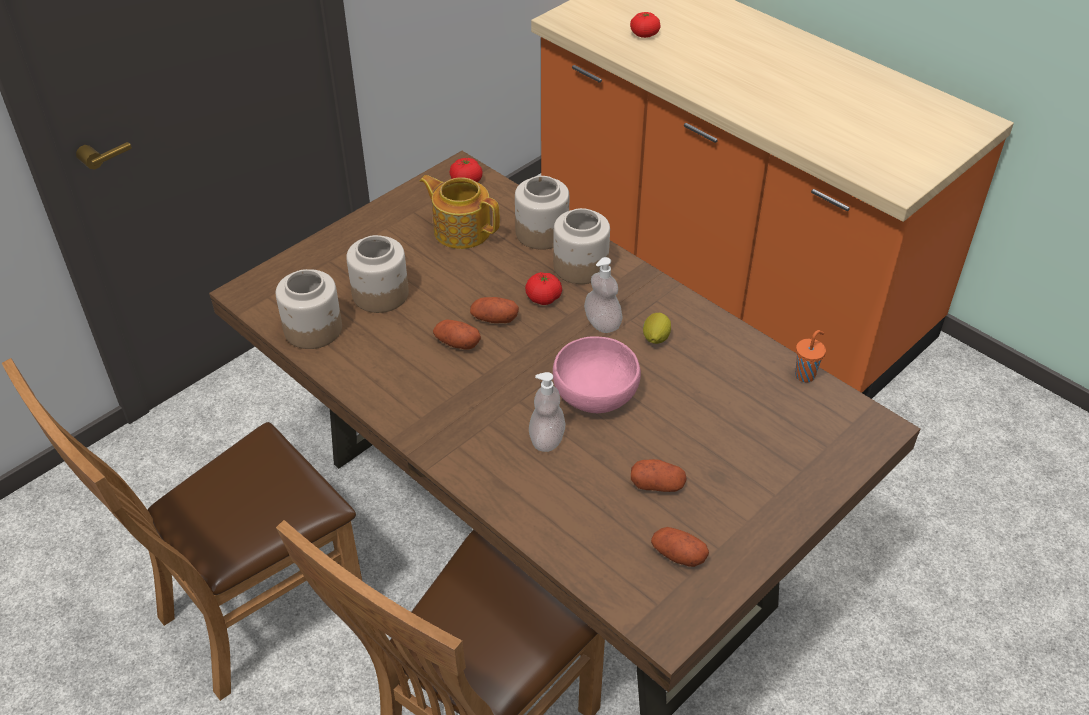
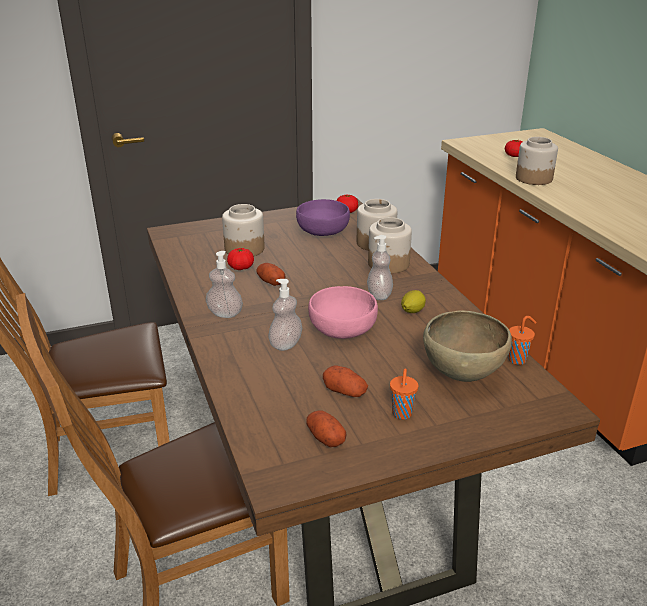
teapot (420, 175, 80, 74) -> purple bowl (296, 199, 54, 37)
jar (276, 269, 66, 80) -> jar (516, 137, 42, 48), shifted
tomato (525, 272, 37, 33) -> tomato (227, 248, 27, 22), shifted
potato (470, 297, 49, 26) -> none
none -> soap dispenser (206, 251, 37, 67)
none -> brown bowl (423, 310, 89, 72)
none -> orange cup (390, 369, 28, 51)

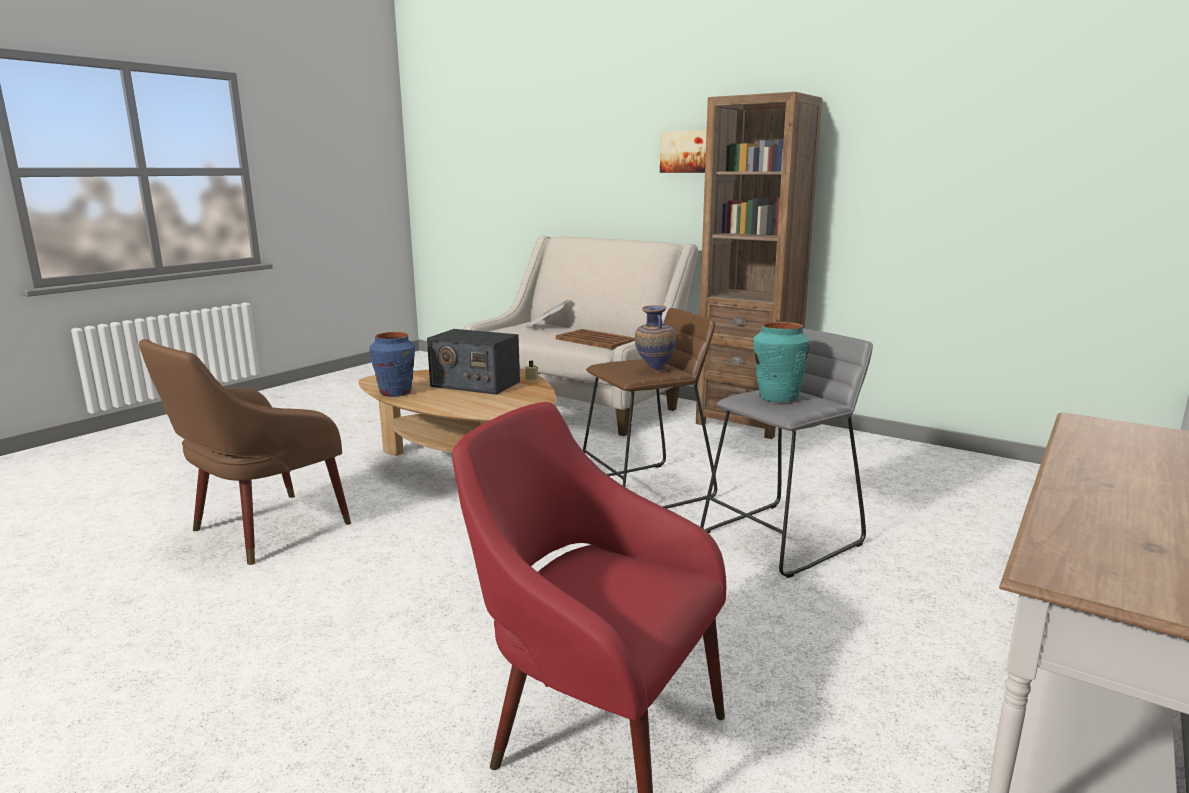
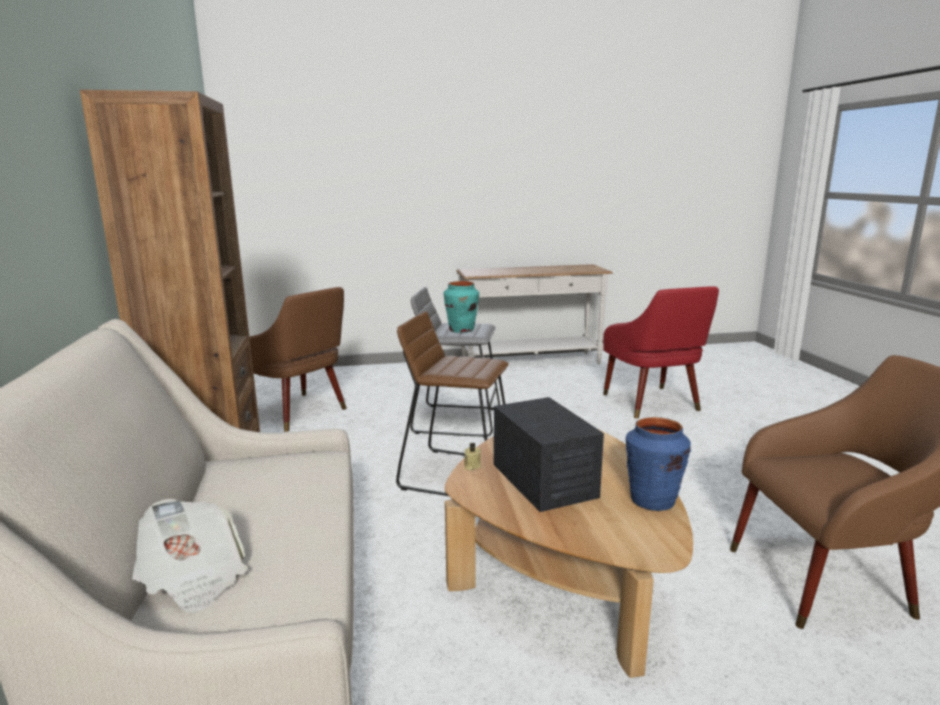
picture (660, 130, 47, 43) -> none
vase (635, 305, 42, 66) -> none
brown tray (556, 329, 79, 20) -> none
none -> brown armchair (249, 287, 98, 145)

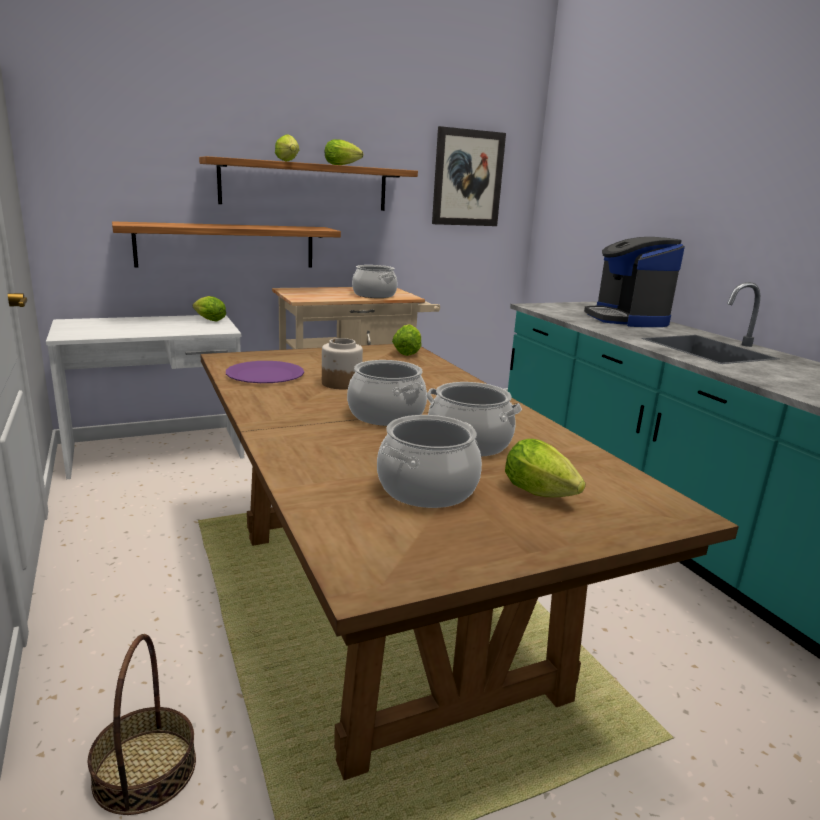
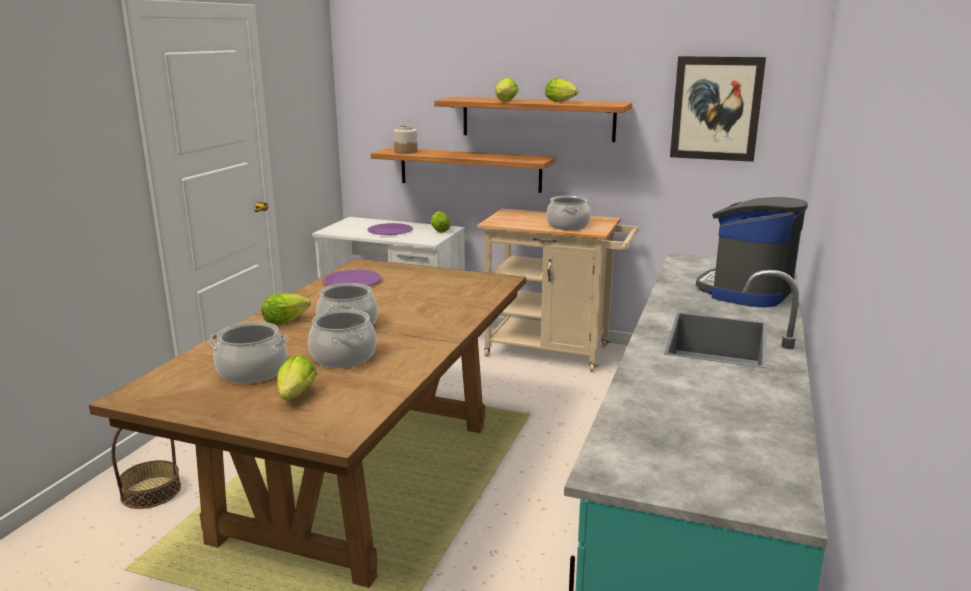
lettuce (392, 324, 29, 32) -> lettuce (261, 293, 50, 32), shifted
jar (322, 338, 41, 51) -> jar (394, 125, 24, 29), shifted
none -> purple plate (368, 223, 44, 12)

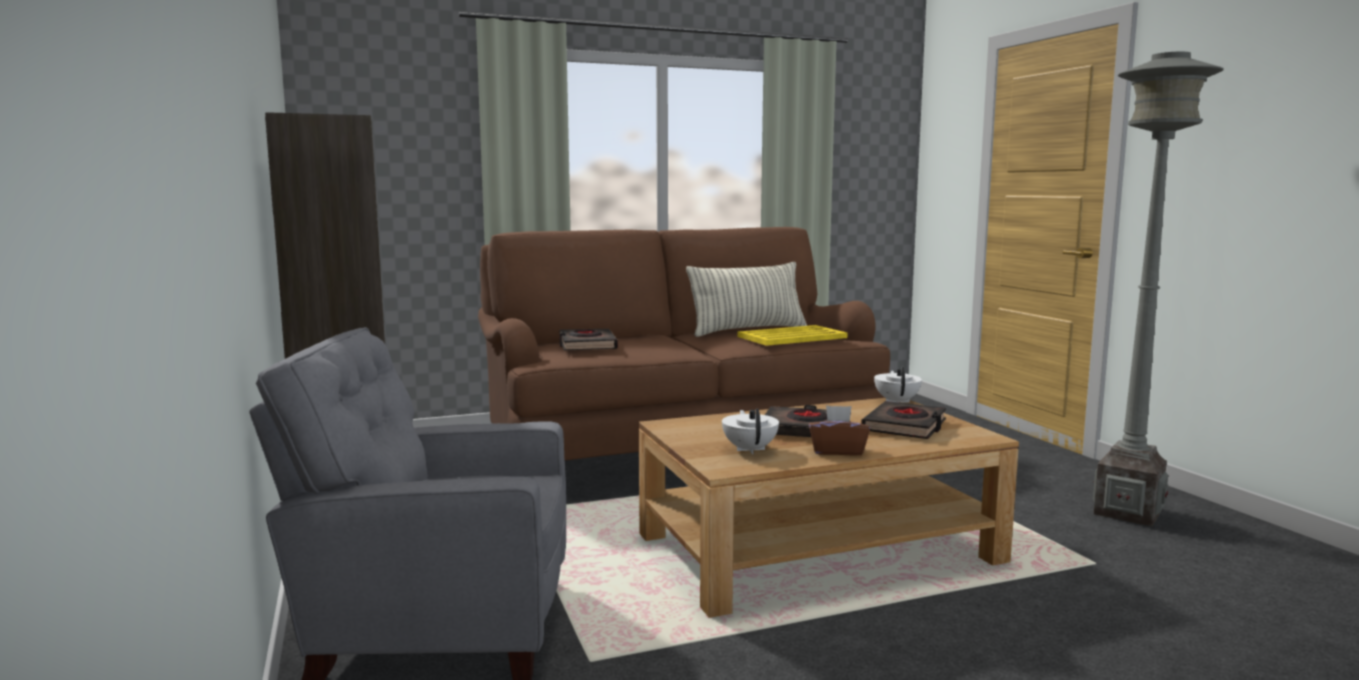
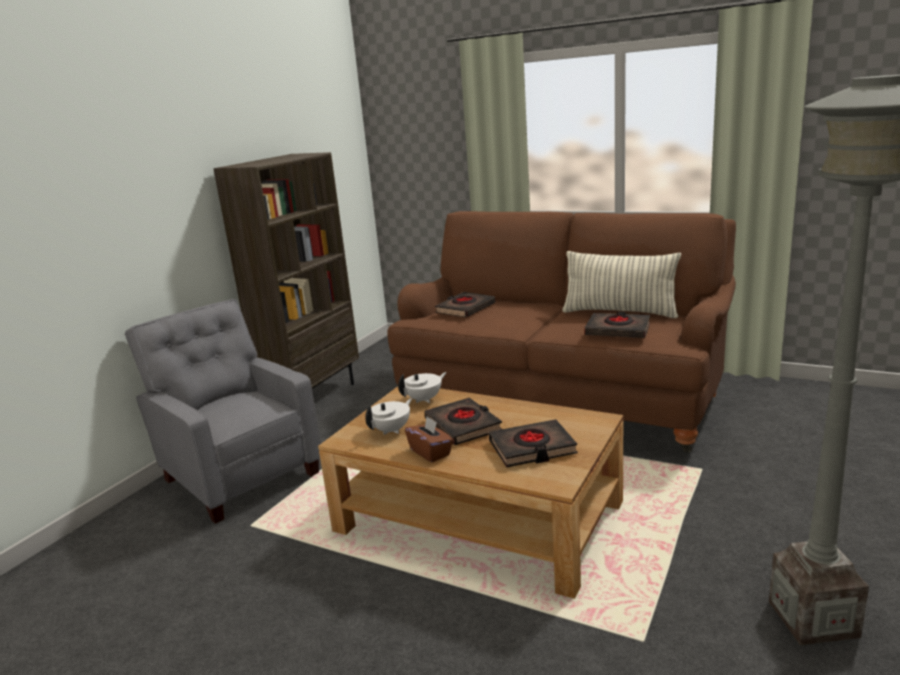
yellow tray (737, 325, 110, 21) -> black book (585, 312, 65, 26)
white teapot (874, 367, 48, 36) -> white teapot (398, 372, 49, 31), shifted

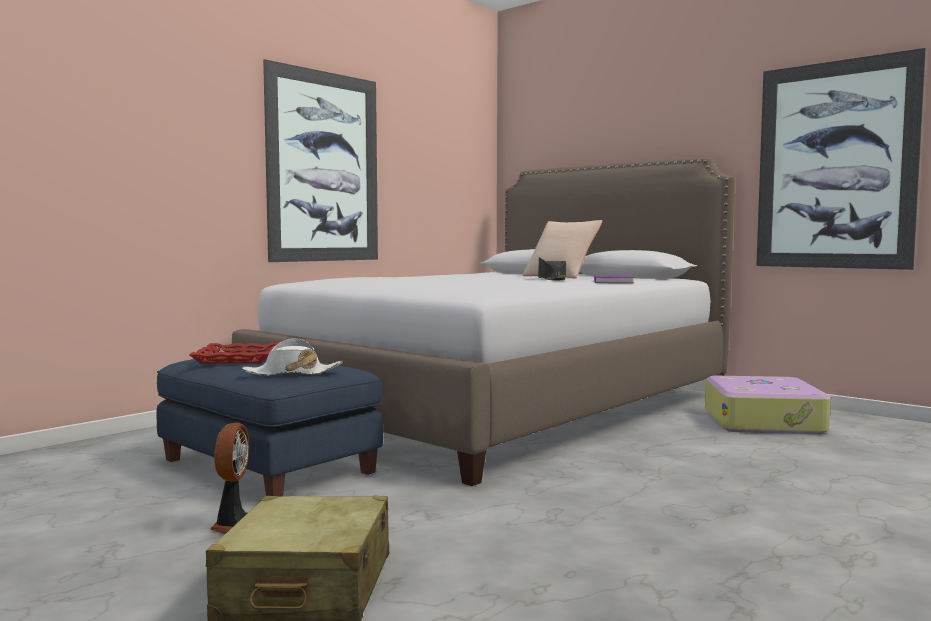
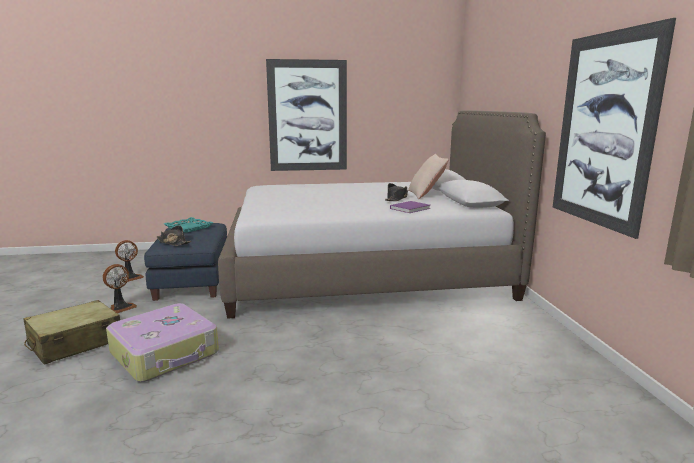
white hat (241, 338, 102, 38) -> black hat (157, 225, 34, 21)
red tray (189, 343, 89, 21) -> turquoise tray (164, 217, 49, 16)
suitcase (705, 376, 127, 58) -> suitcase (106, 303, 113, 79), shifted
none -> fan (115, 240, 29, 42)

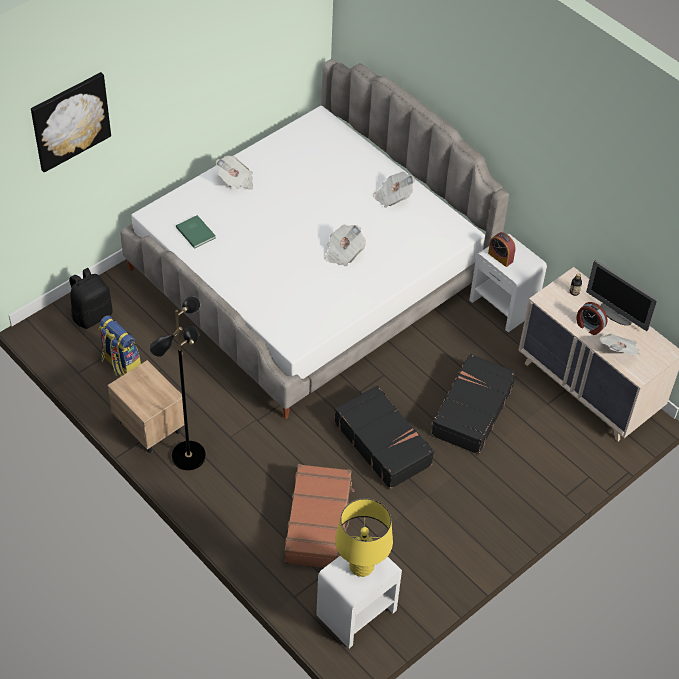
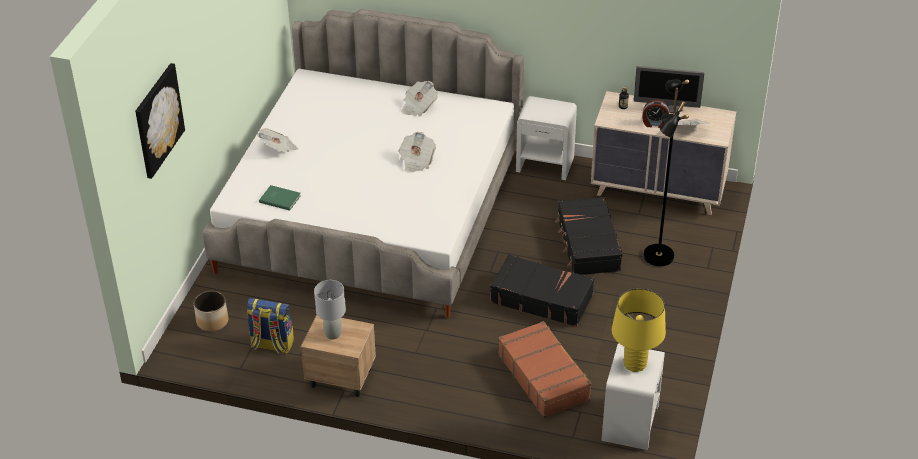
alarm clock (488, 232, 28, 35) -> none
black backpack (69, 268, 44, 61) -> planter (194, 291, 35, 41)
black floor lamp (150, 296, 56, 174) -> black floor lamp (643, 79, 46, 187), shifted
none -> grey table lamp (314, 280, 32, 60)

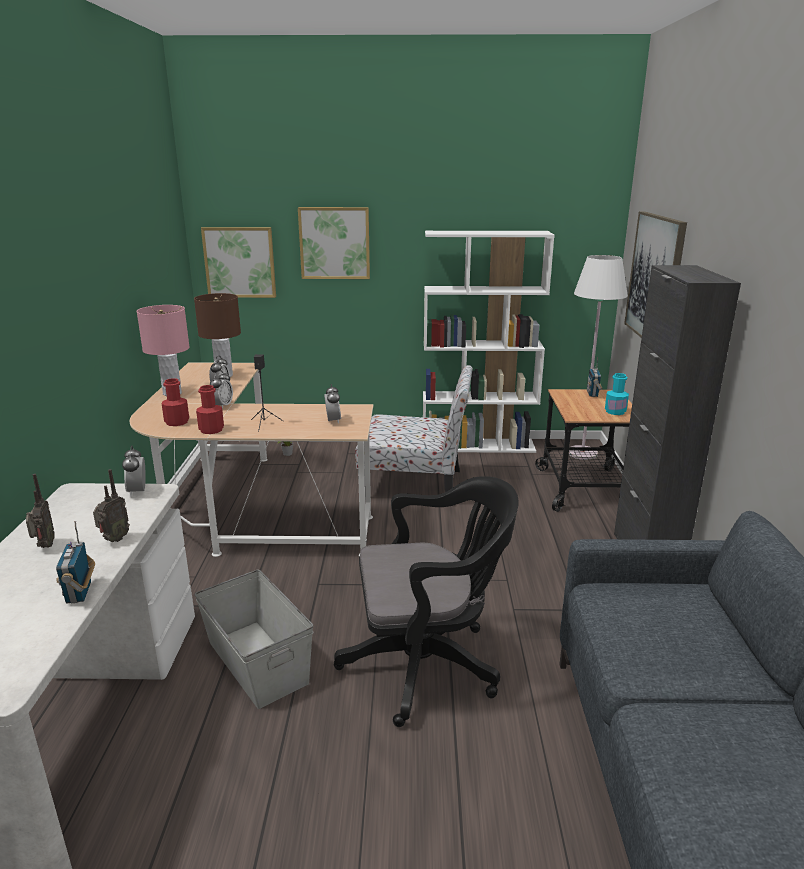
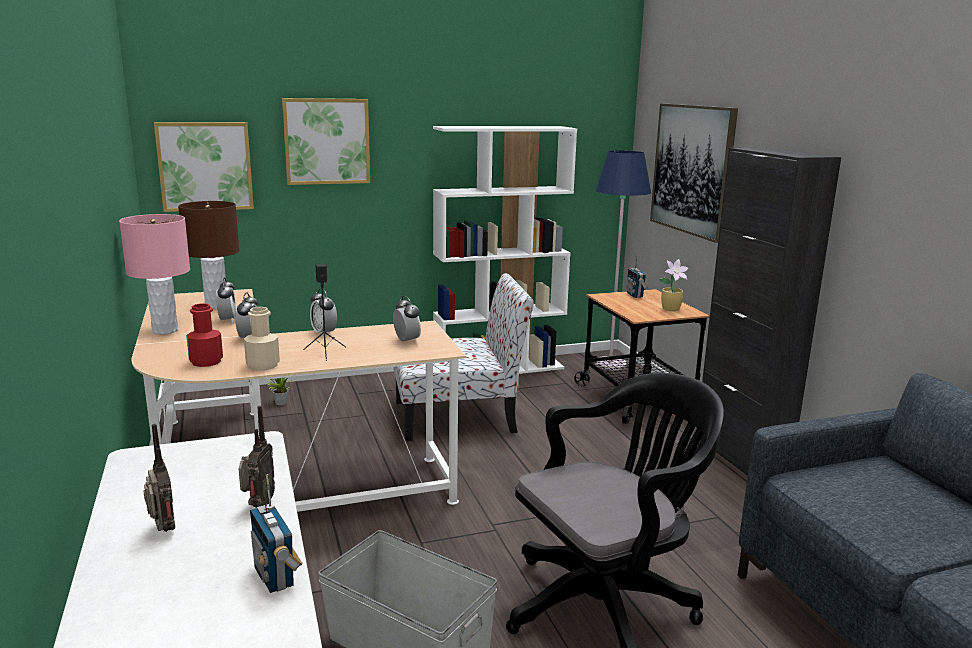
white floor lamp (569, 255, 59, 205) -> blue floor lamp (594, 150, 57, 220)
turquoise bottle (605, 373, 24, 42) -> potted plant (659, 259, 30, 52)
red bottle (196, 385, 28, 49) -> beige bottle (244, 307, 36, 64)
alarm clock (122, 446, 23, 51) -> alarm clock (310, 288, 27, 49), shifted

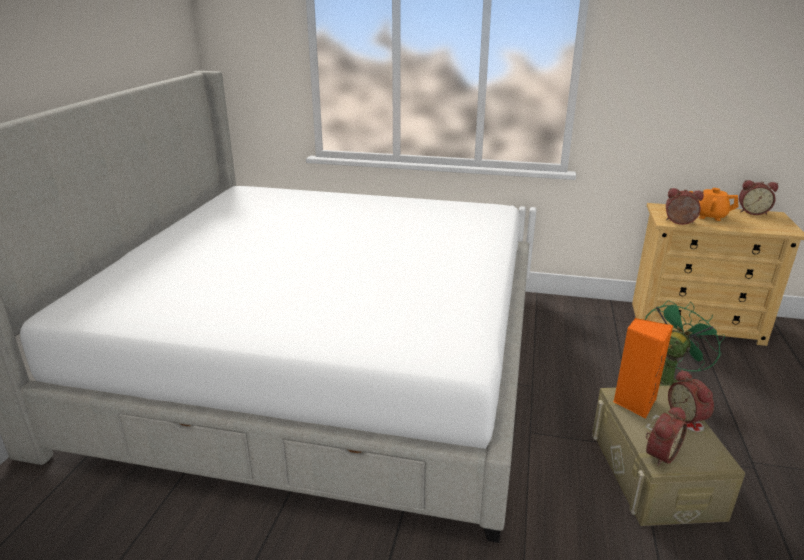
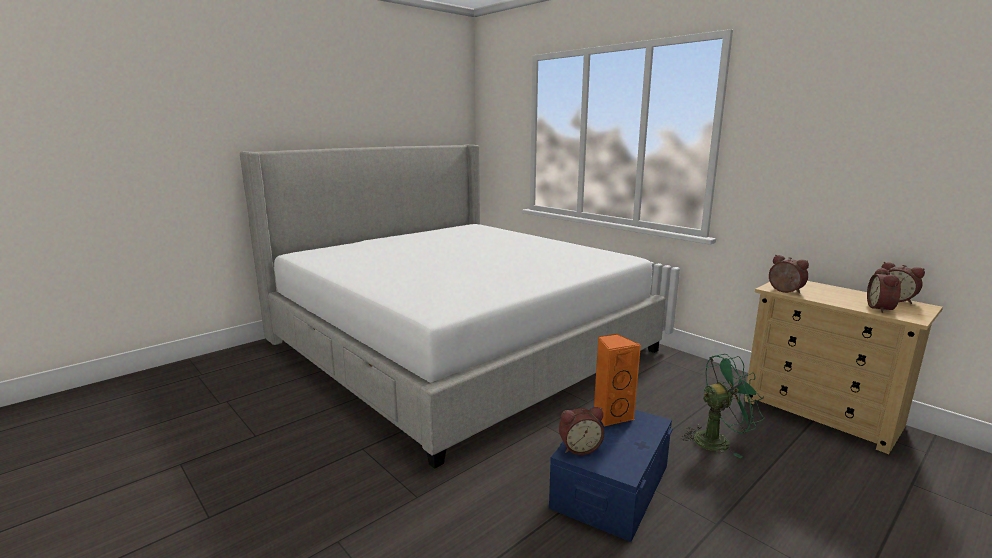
orange teapot (689, 188, 50, 33) -> none
alarm clock (668, 370, 46, 58) -> alarm clock (867, 267, 34, 46), shifted
beige storage box (592, 385, 153, 141) -> blue storage box (549, 406, 124, 136)

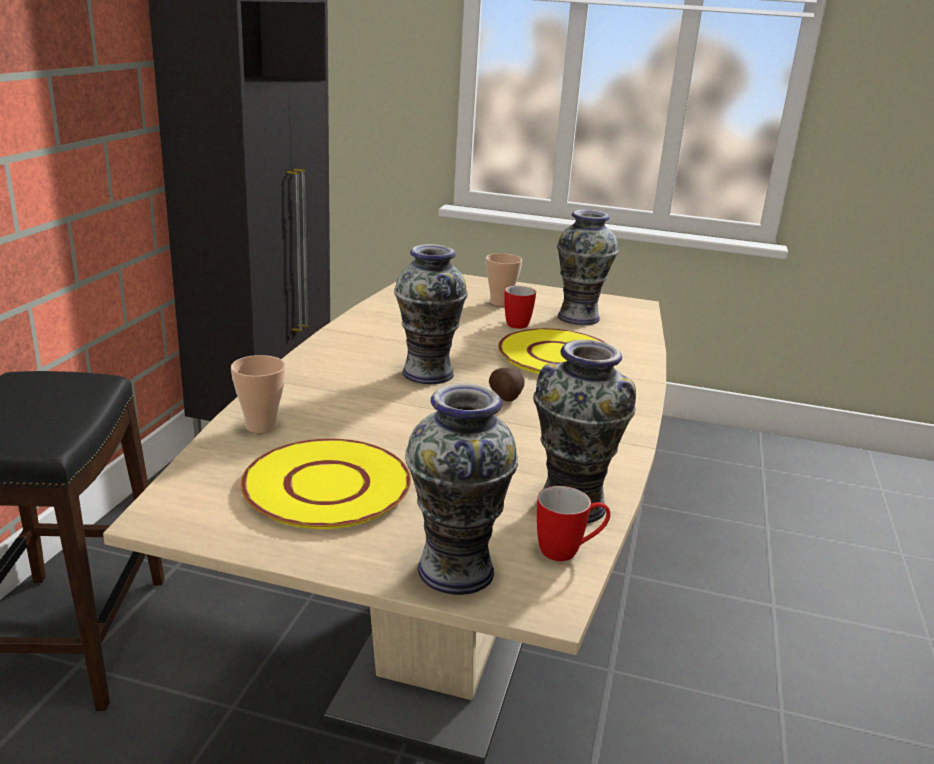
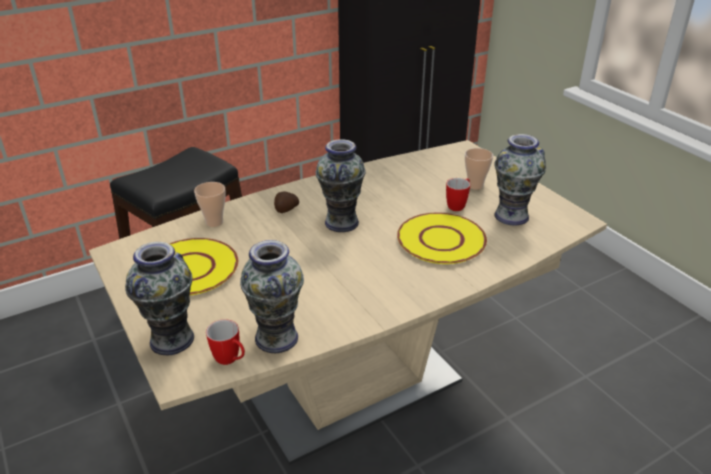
potato (489, 368, 36, 34) -> potato (274, 191, 25, 22), shifted

